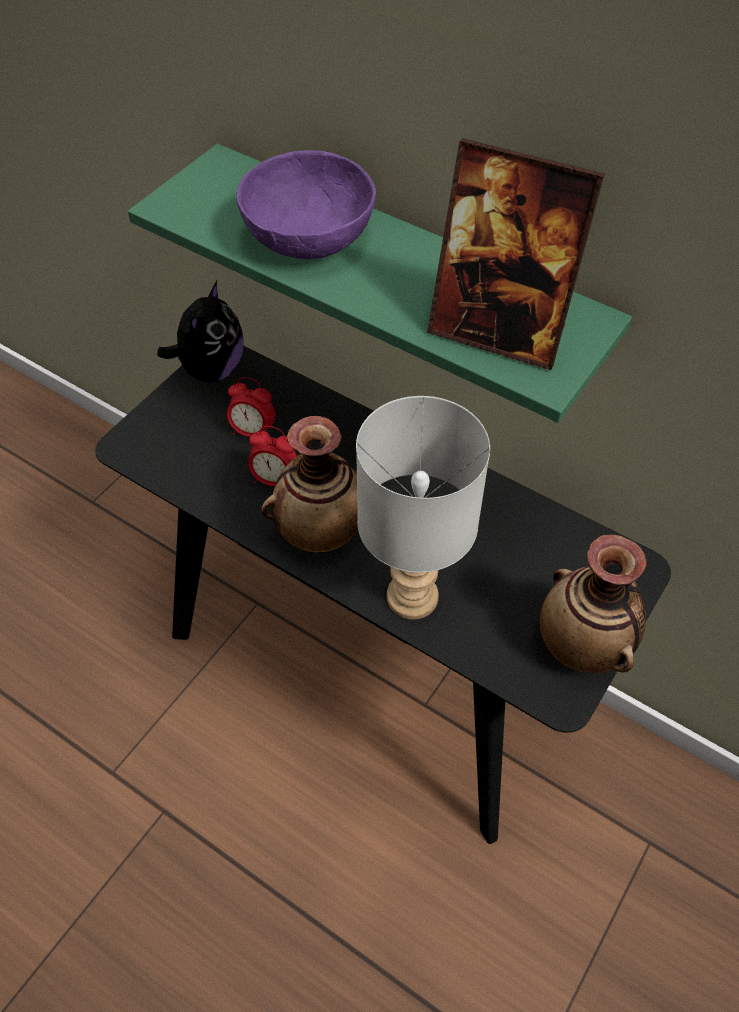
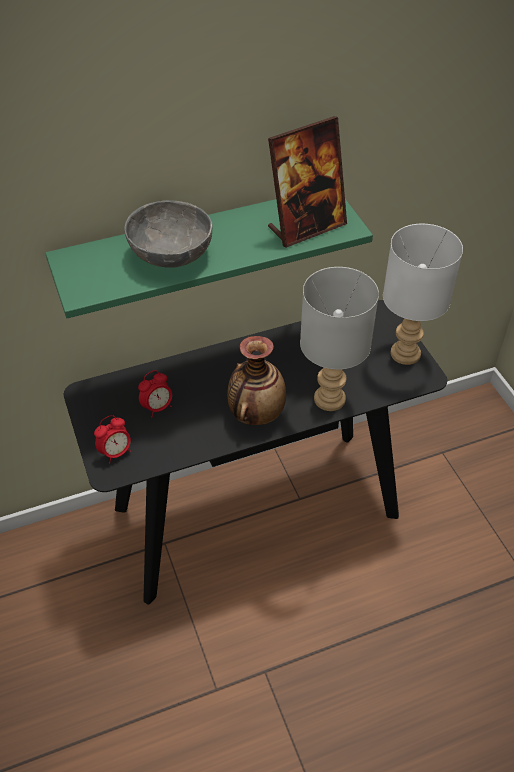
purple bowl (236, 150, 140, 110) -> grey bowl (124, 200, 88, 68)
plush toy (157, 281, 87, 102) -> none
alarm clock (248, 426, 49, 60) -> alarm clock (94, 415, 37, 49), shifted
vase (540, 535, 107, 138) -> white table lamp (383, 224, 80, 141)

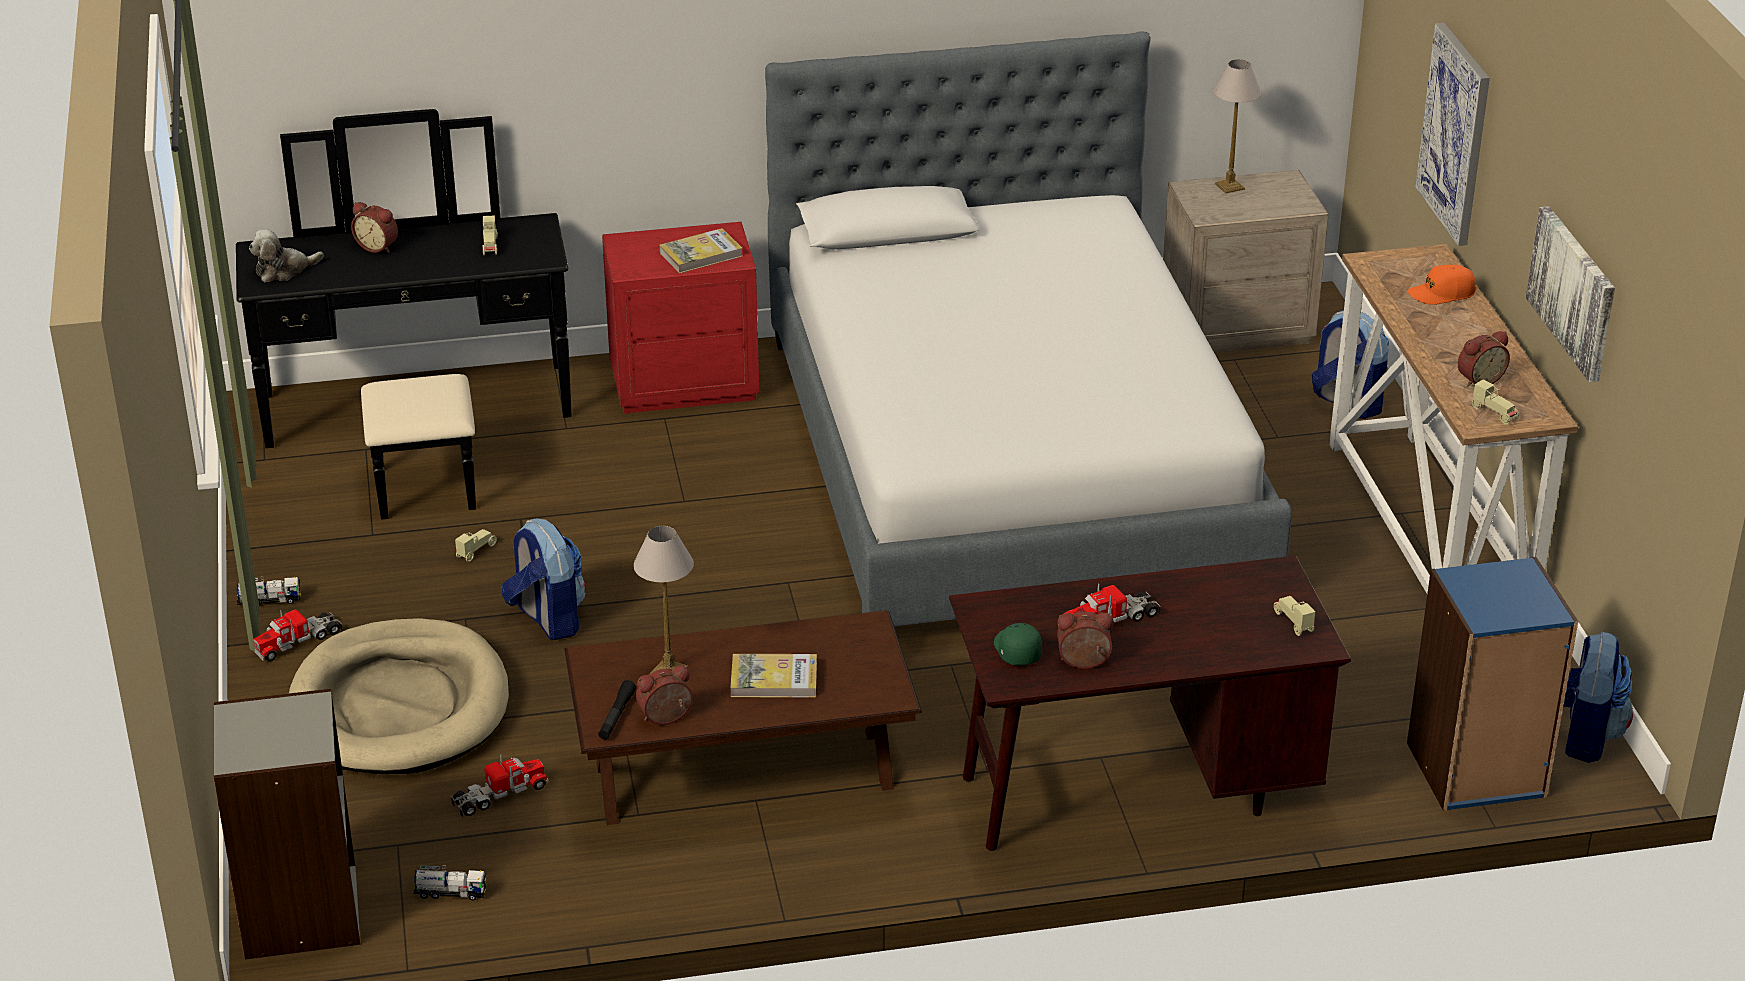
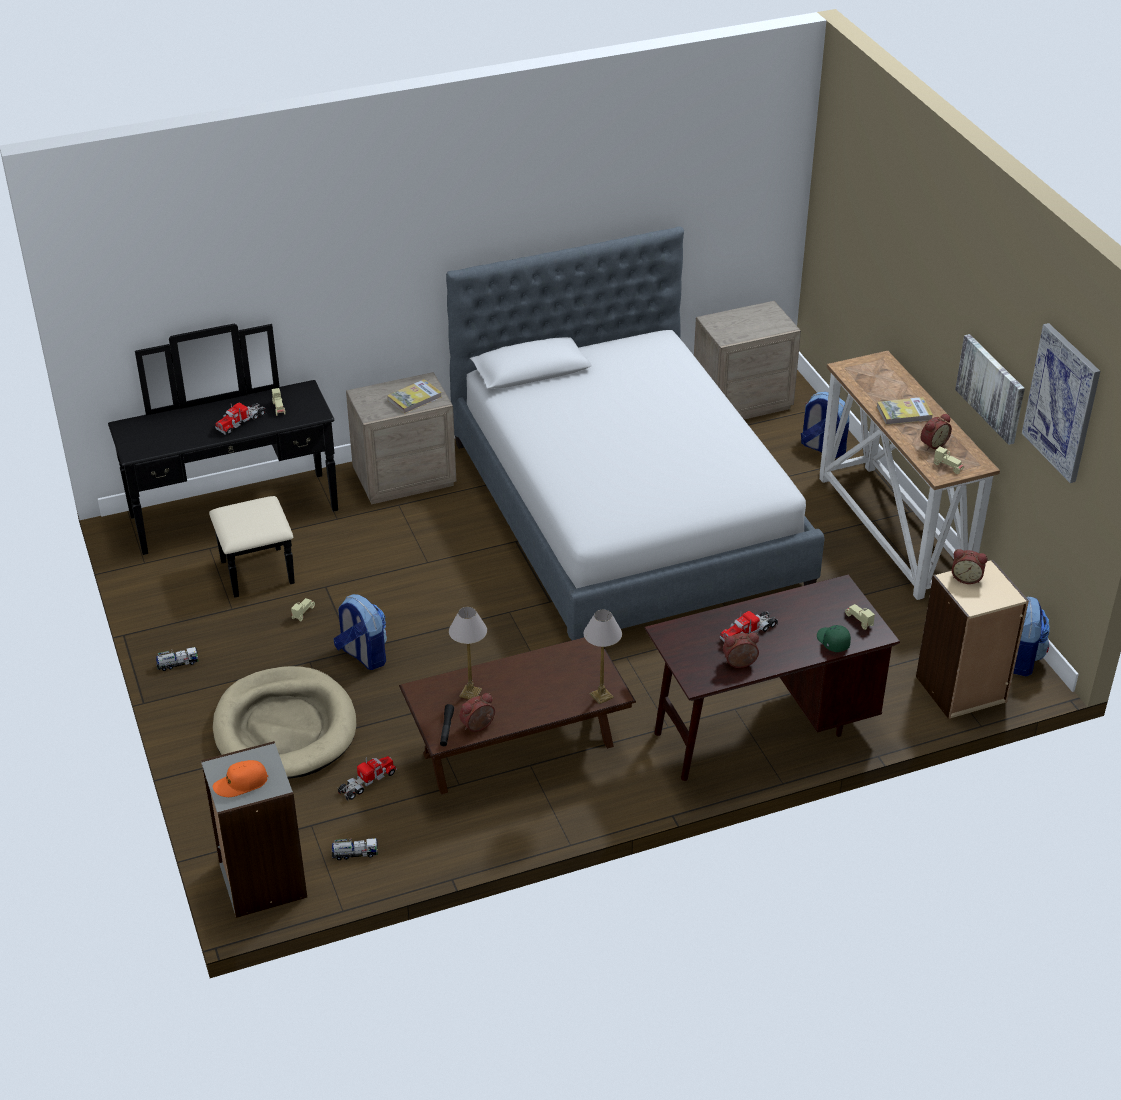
picture (1415, 23, 75, 223) -> picture (1022, 323, 78, 160), shifted
table lamp (1213, 59, 49, 135) -> table lamp (584, 610, 38, 94), shifted
alarm clock (351, 202, 47, 51) -> alarm clock (952, 549, 36, 35), shifted
red nightstand (602, 222, 158, 192) -> beige nightstand (346, 372, 110, 133)
plush toy (249, 229, 75, 53) -> none
orange cap (1408, 265, 69, 40) -> orange cap (213, 760, 55, 37), shifted
blue bookcase (1407, 557, 171, 254) -> beige bookcase (916, 560, 113, 159)
toy truck (253, 610, 89, 51) -> toy truck (215, 403, 52, 32), shifted
green cap (994, 623, 48, 42) -> green cap (817, 625, 34, 27), shifted
book (730, 654, 87, 43) -> book (877, 397, 56, 28), shifted

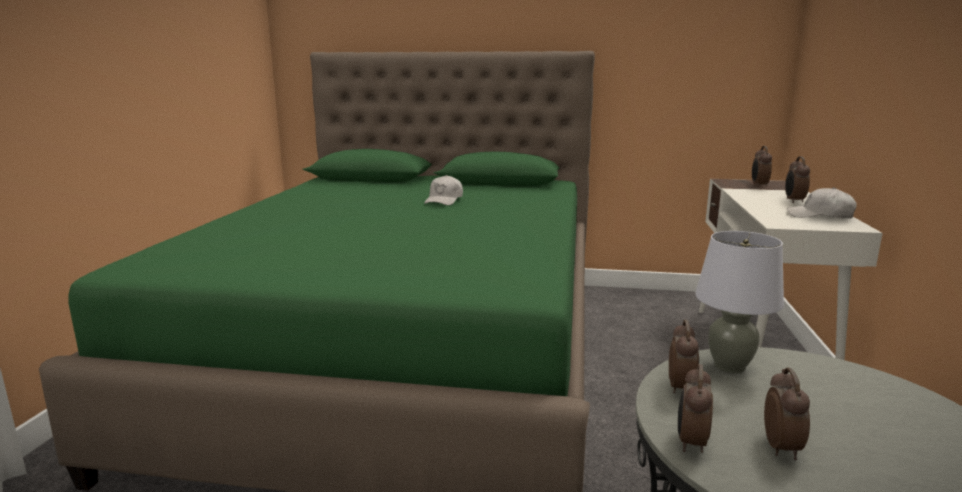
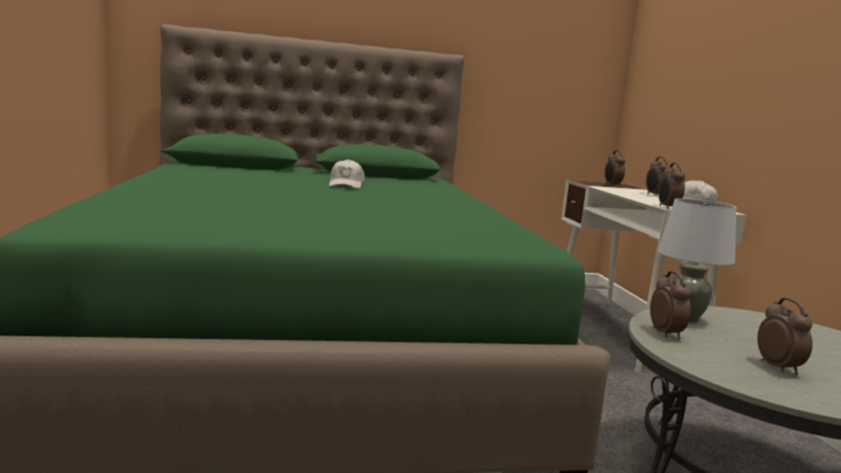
alarm clock (678, 364, 35, 89) -> alarm clock (658, 162, 27, 47), shifted

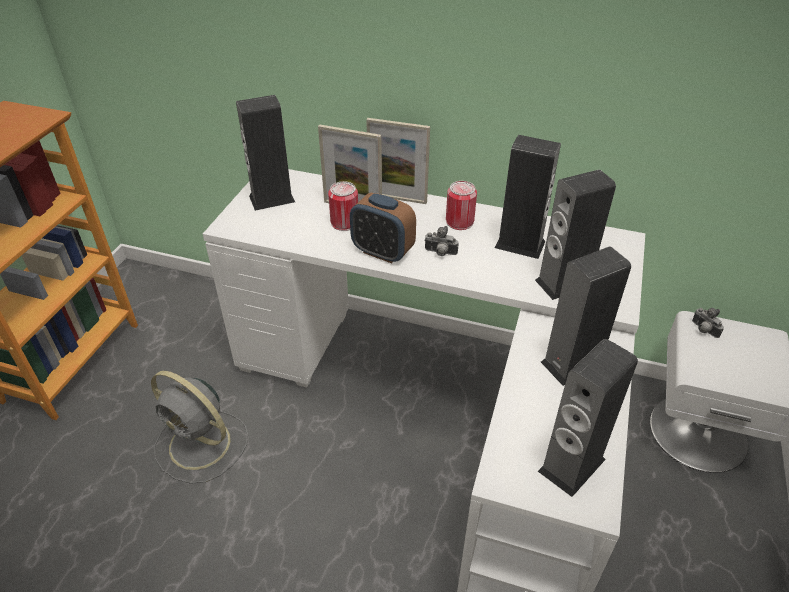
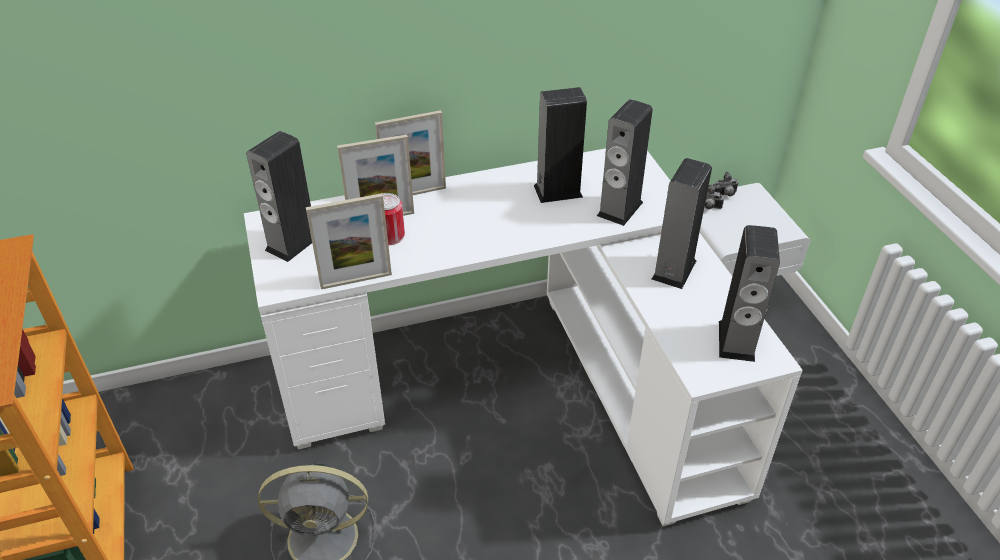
can (446, 181, 31, 49) -> none
alarm clock (350, 193, 66, 70) -> none
photo camera (424, 226, 35, 30) -> photo camera (714, 172, 25, 25), shifted
none -> picture frame (306, 193, 86, 96)

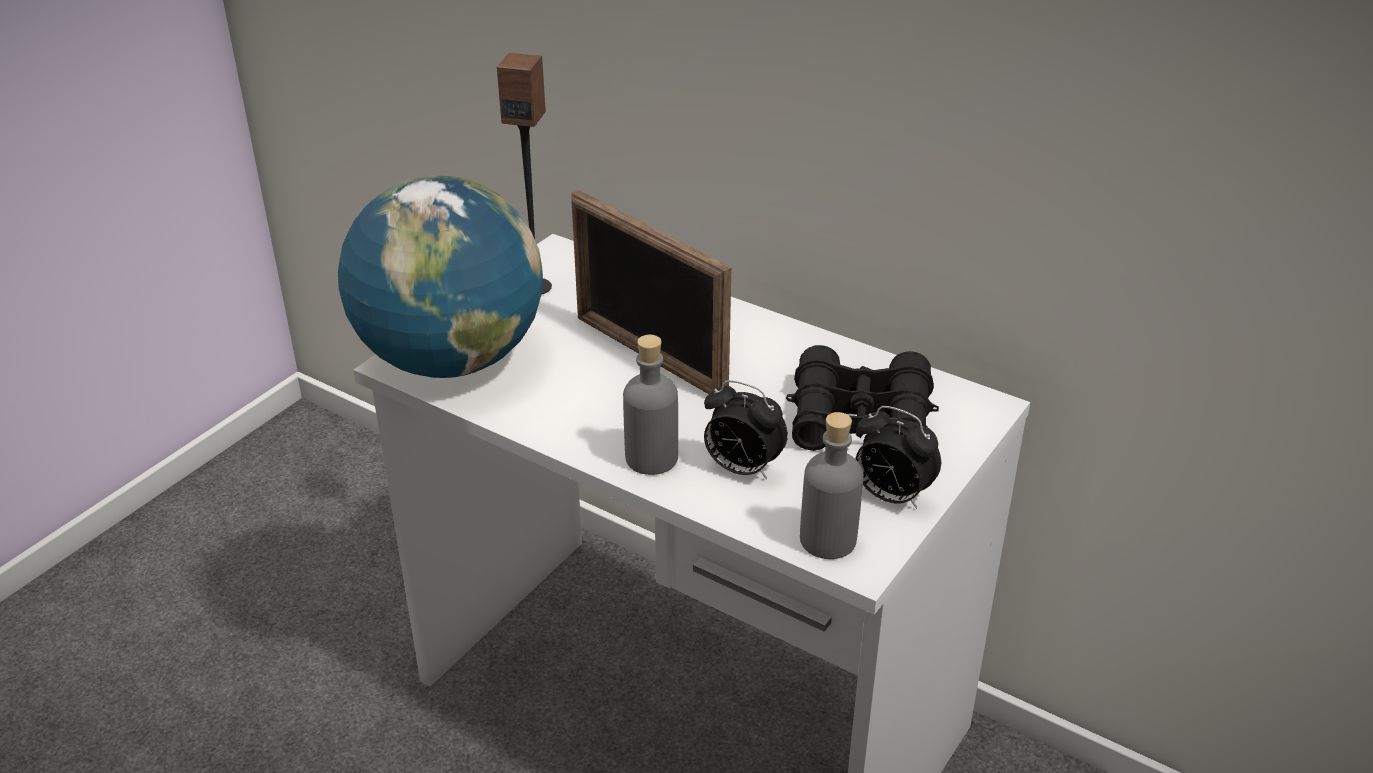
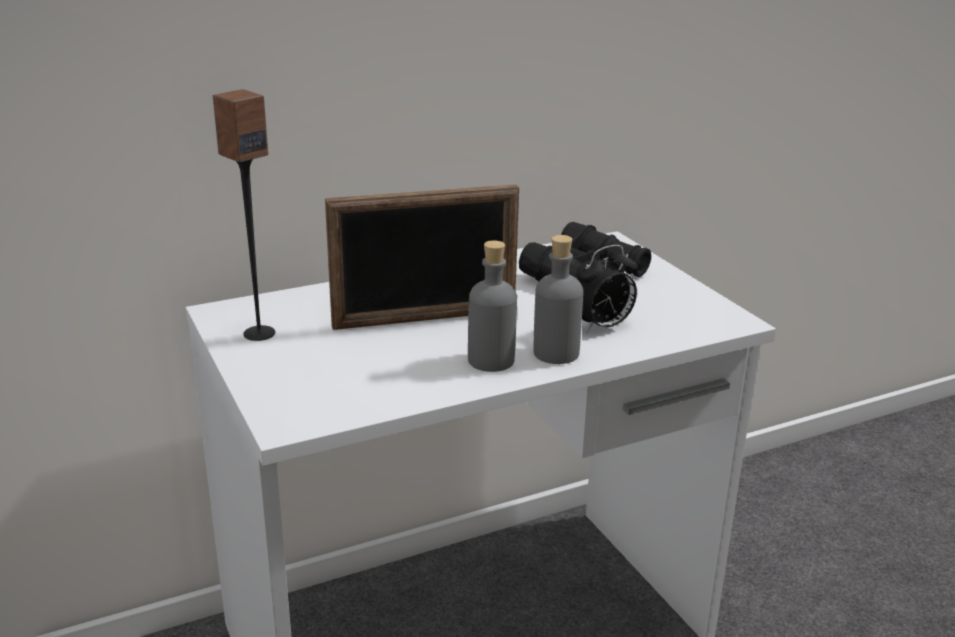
globe (338, 175, 205, 203) -> none
alarm clock (855, 406, 86, 103) -> none
grey bottle (800, 412, 64, 147) -> grey bottle (468, 240, 49, 132), shifted

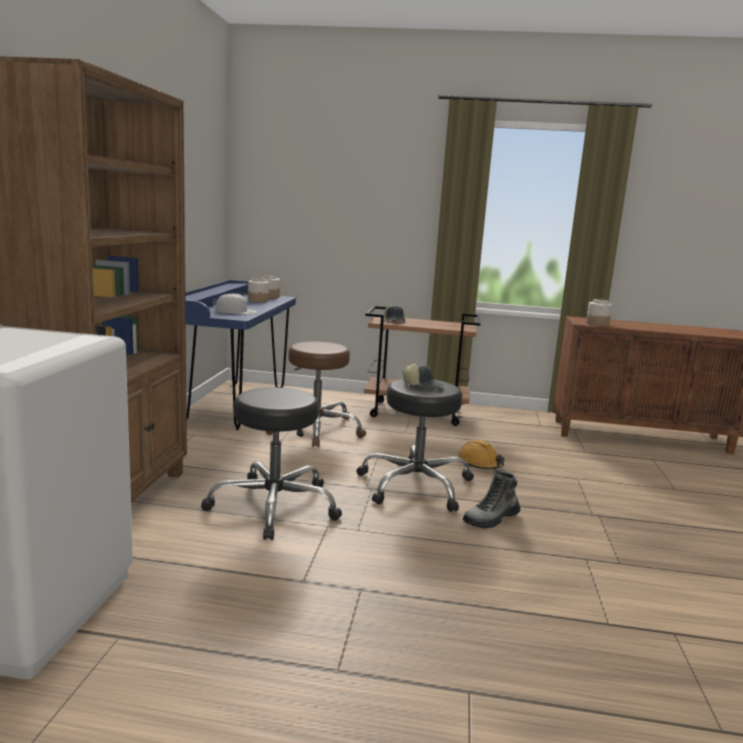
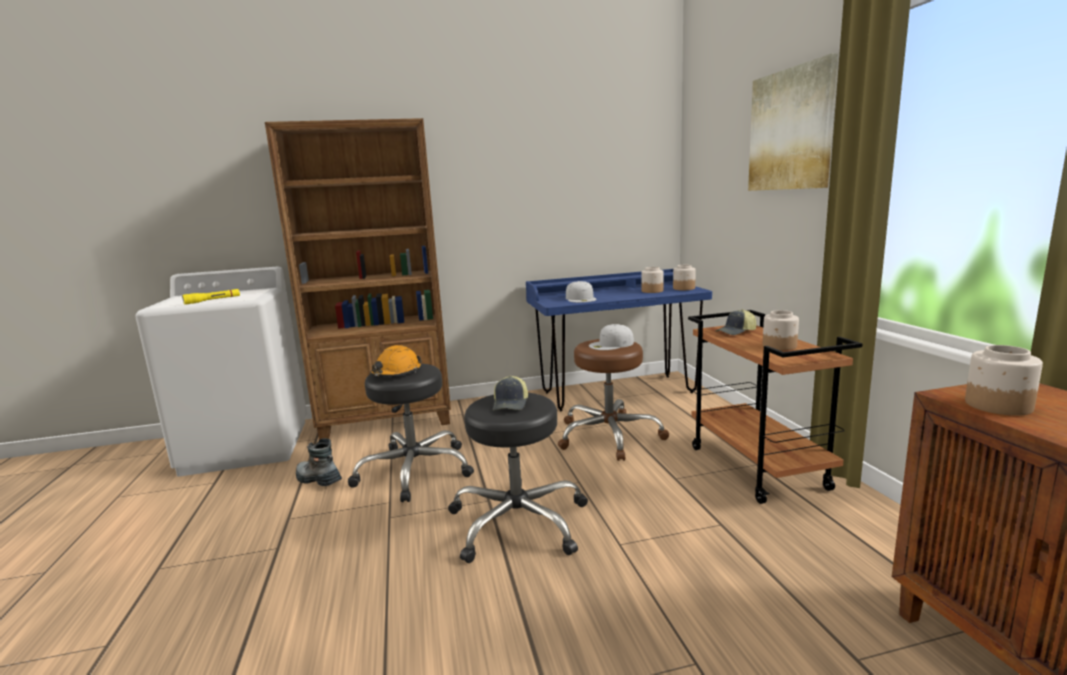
orange hard hat (458, 440, 47, 29) -> orange hard hat (370, 345, 52, 32), shifted
boot (463, 470, 57, 58) -> boot (296, 438, 46, 48), shifted
none -> picture (748, 53, 90, 138)
none -> yellow flashlight (182, 289, 58, 16)
none -> jar (763, 310, 36, 40)
none -> white cap (589, 324, 45, 26)

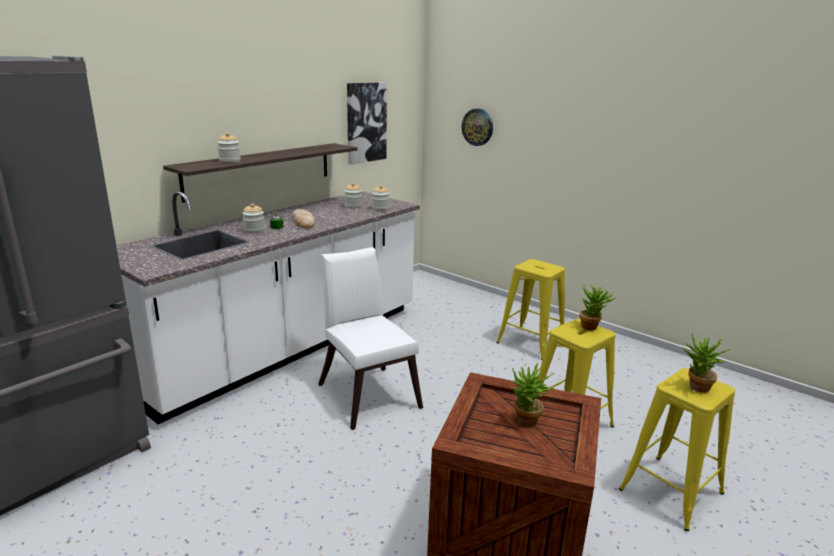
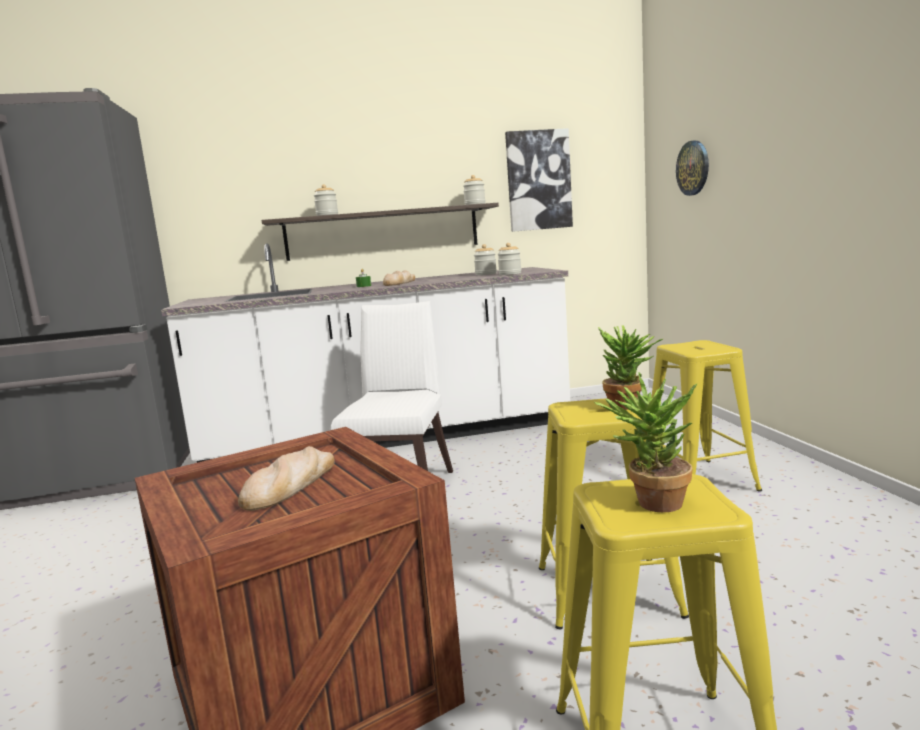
jar (242, 204, 23, 29) -> jar (463, 175, 22, 30), shifted
potted plant (511, 363, 44, 63) -> bread (238, 446, 97, 65)

